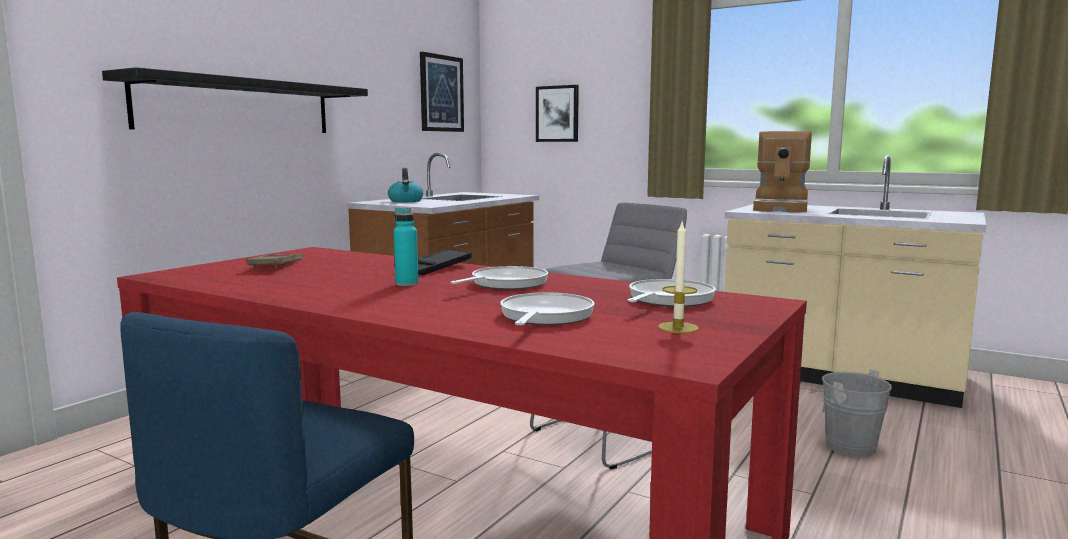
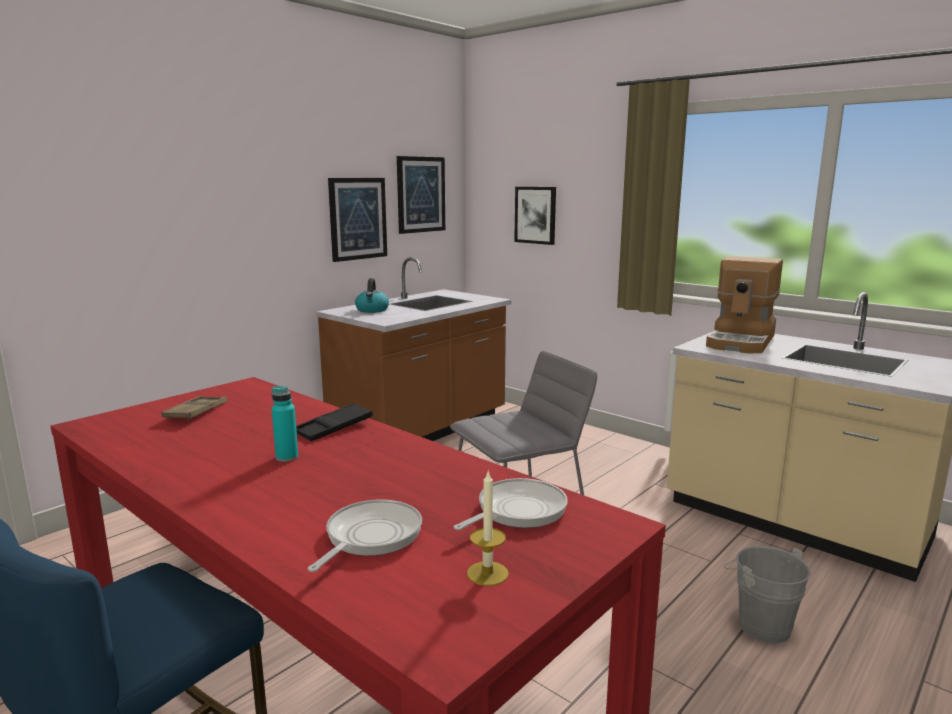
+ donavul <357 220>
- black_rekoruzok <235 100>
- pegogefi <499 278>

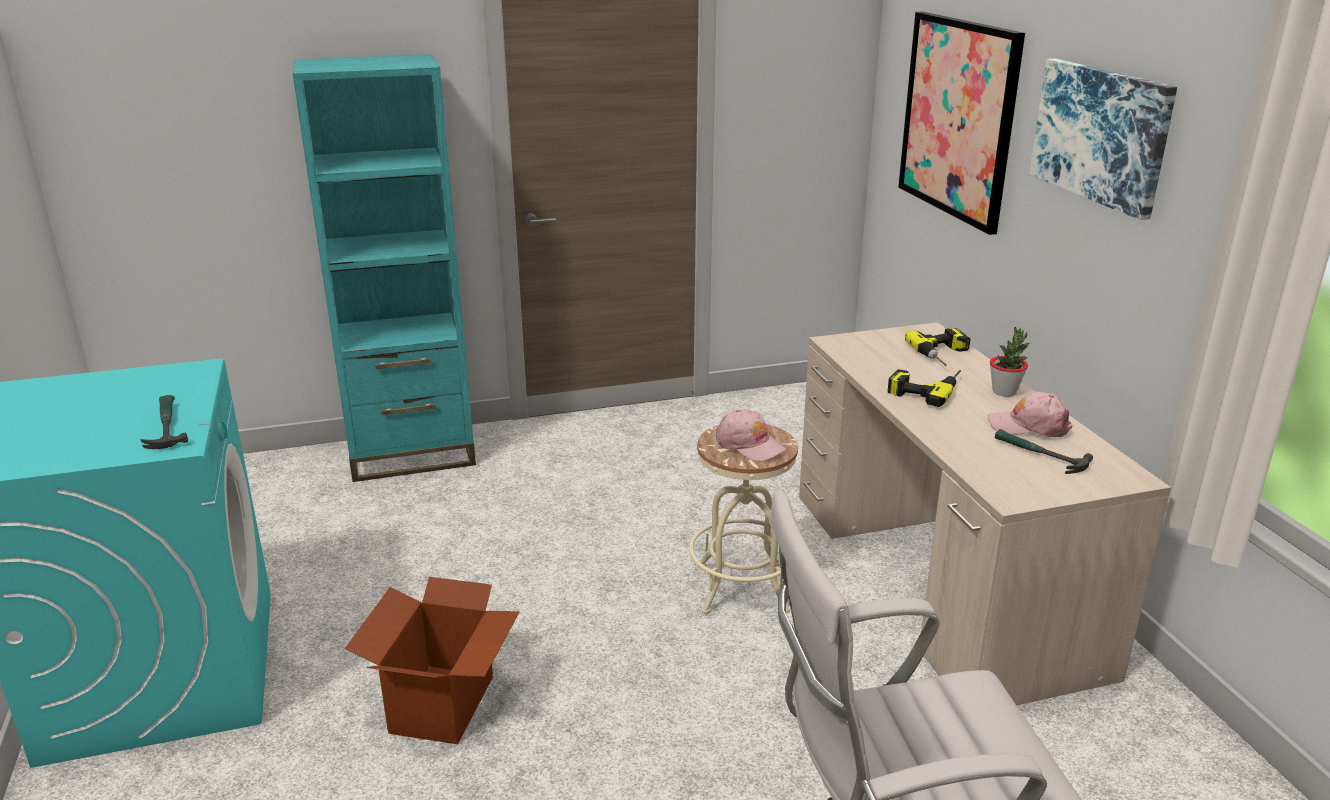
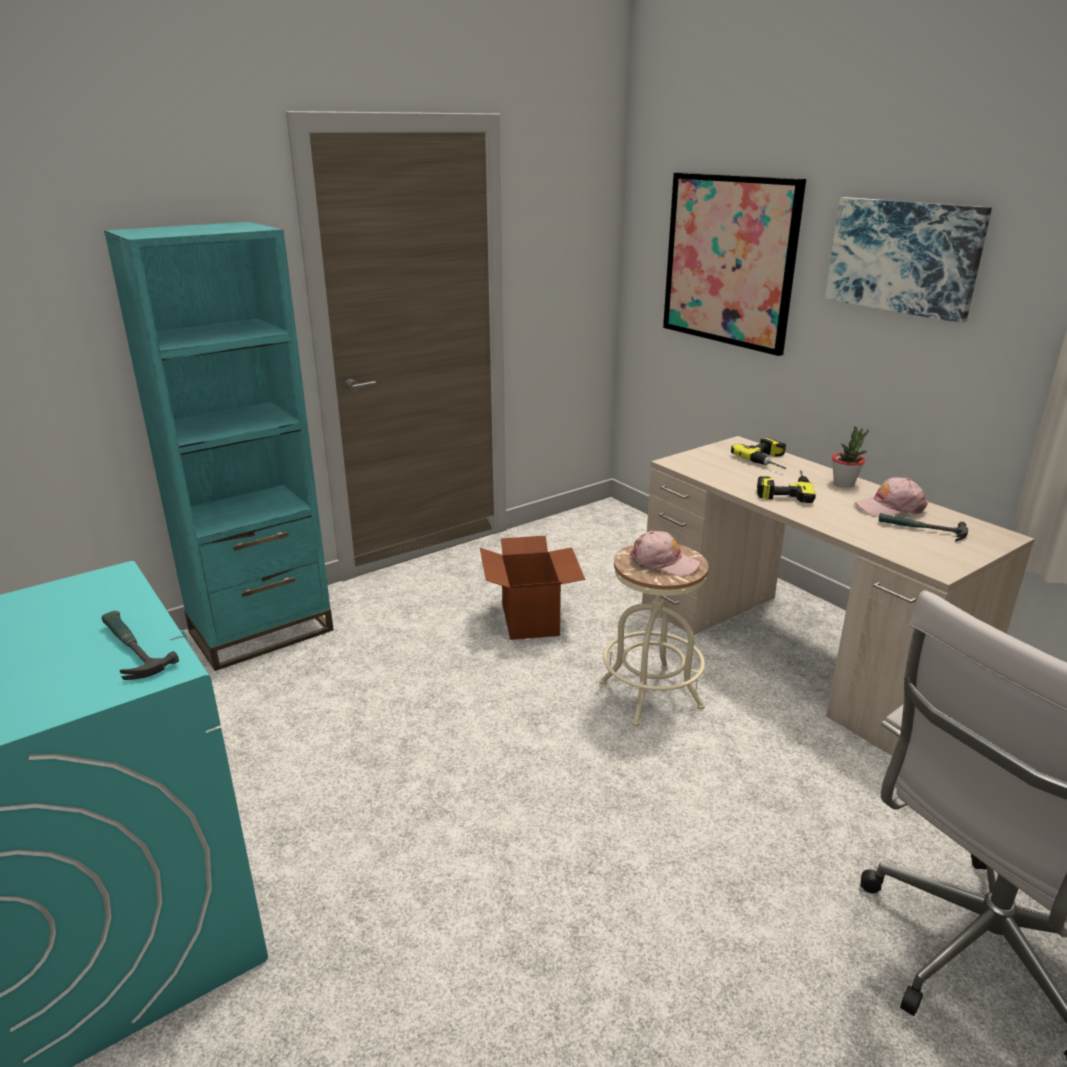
~ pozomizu <432 660> to <532 588>

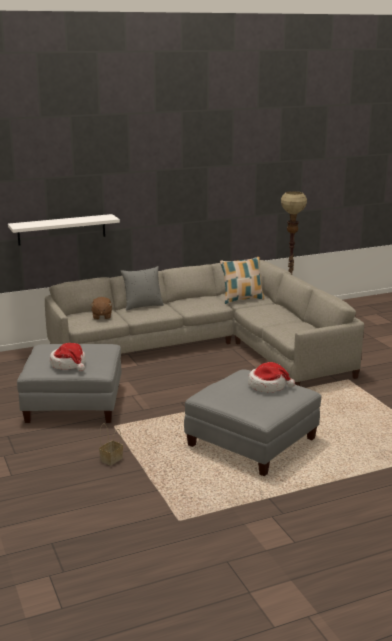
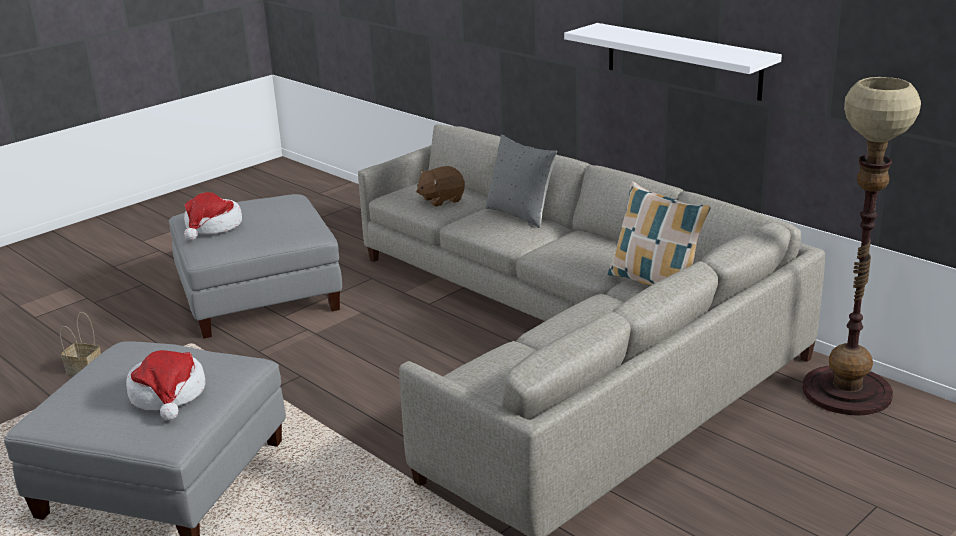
~ white_rekoruzok <64 229> to <673 62>

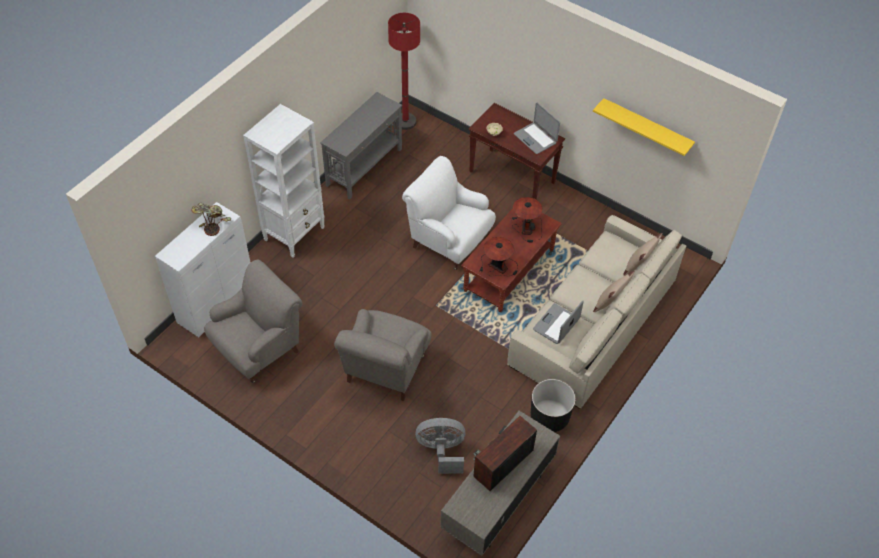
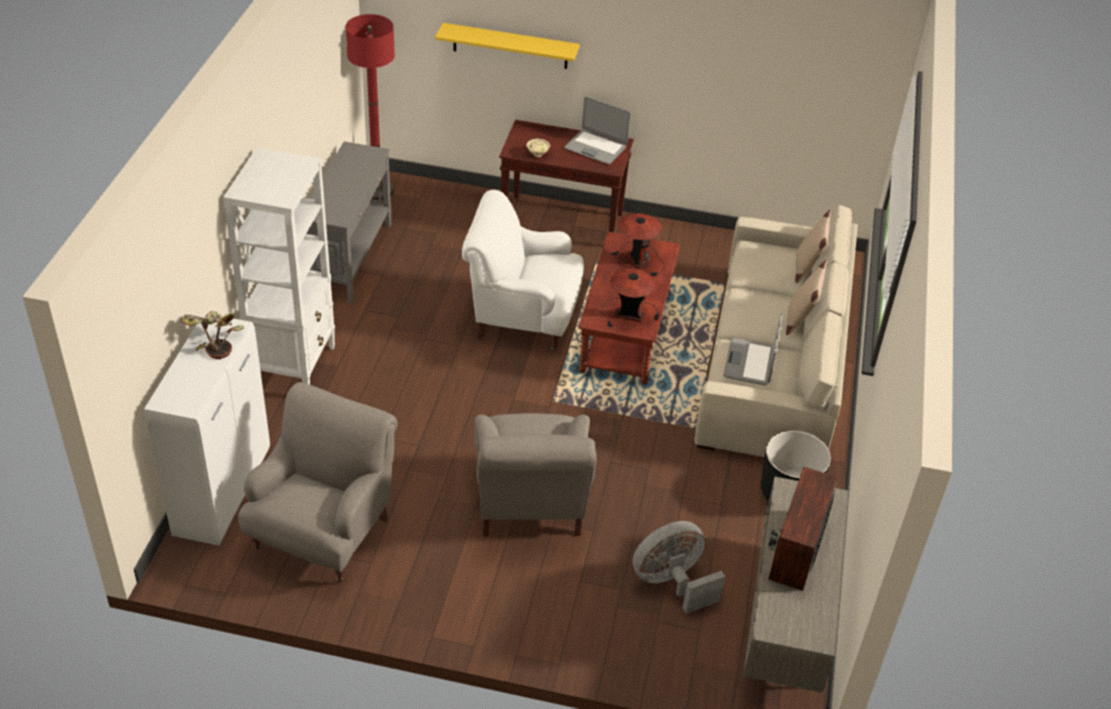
~ yellow_rekoruzok <644 127> to <507 46>

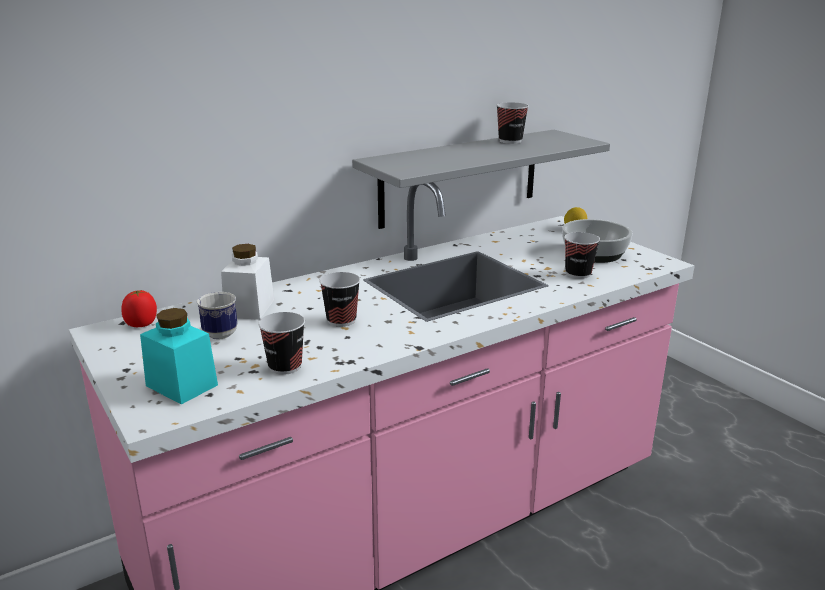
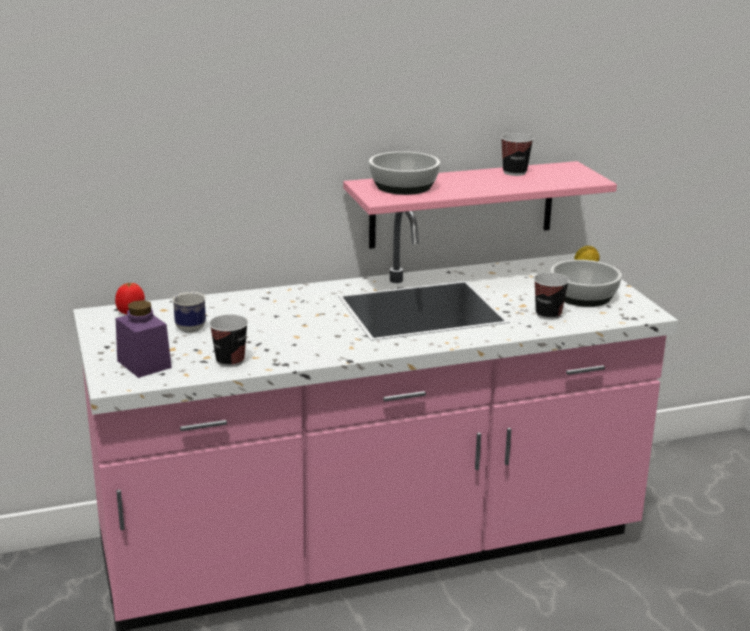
~ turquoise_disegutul <179 356> to purple_disegutul <144 339>
~ grey_rekoruzok <481 179> to pink_rekoruzok <480 205>
+ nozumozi <404 173>
- white_disegutul <247 282>
- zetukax <339 299>

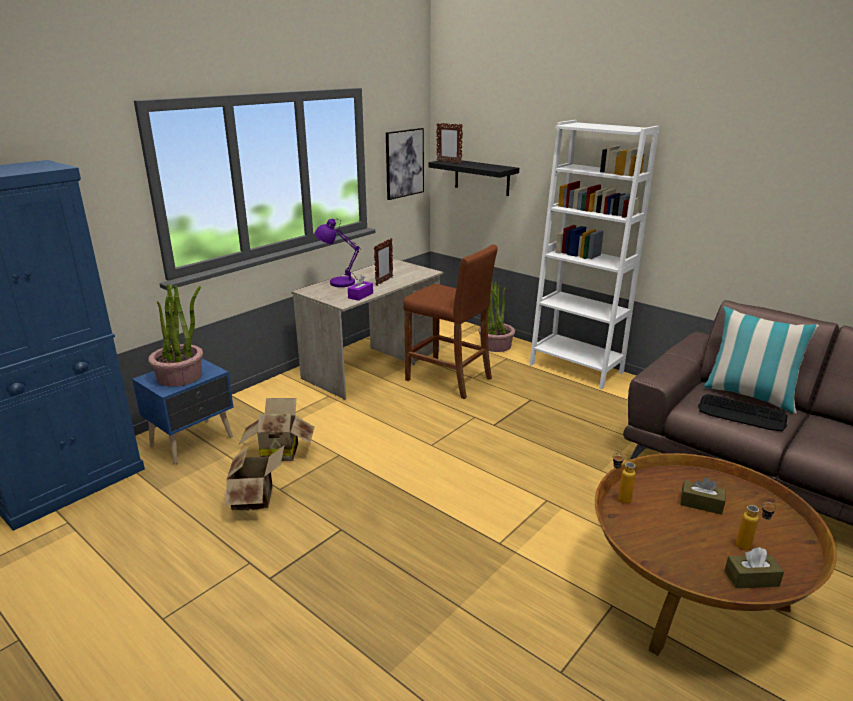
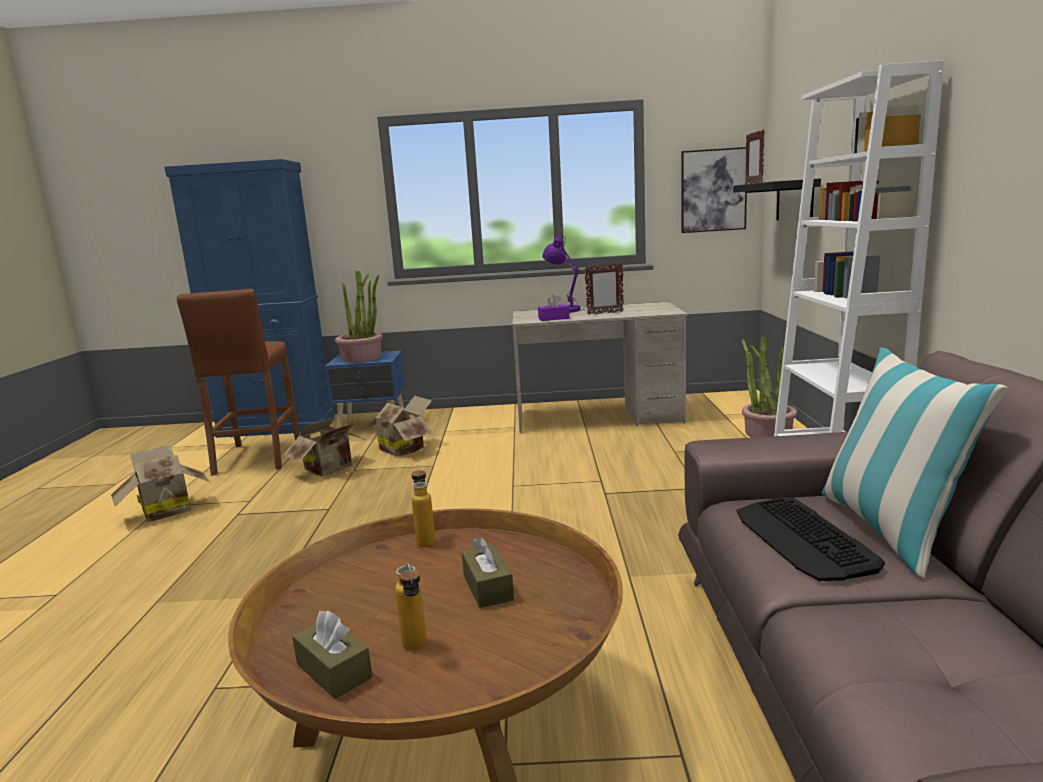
+ pozomizu <160 483>
~ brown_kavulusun <450 322> to <238 382>

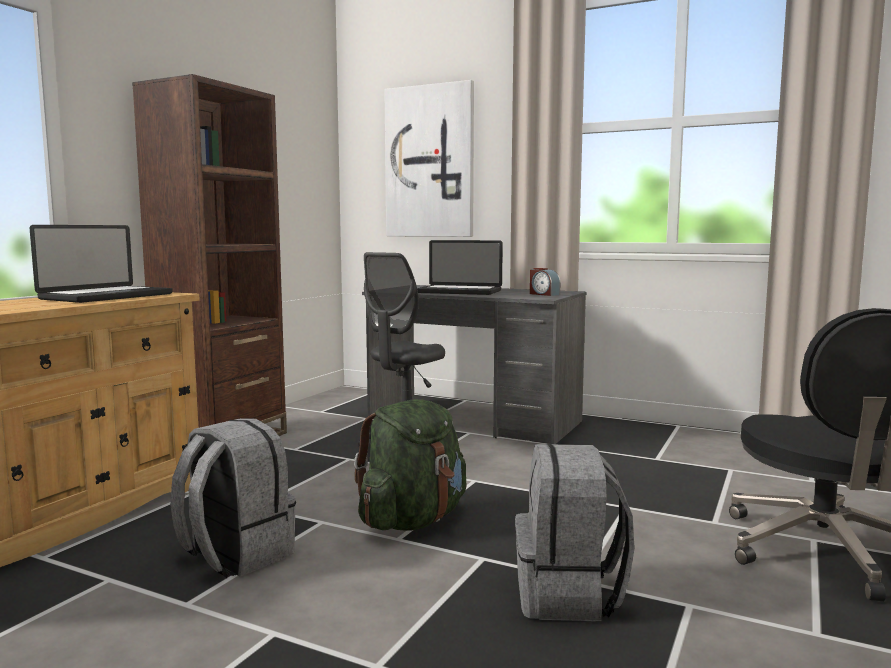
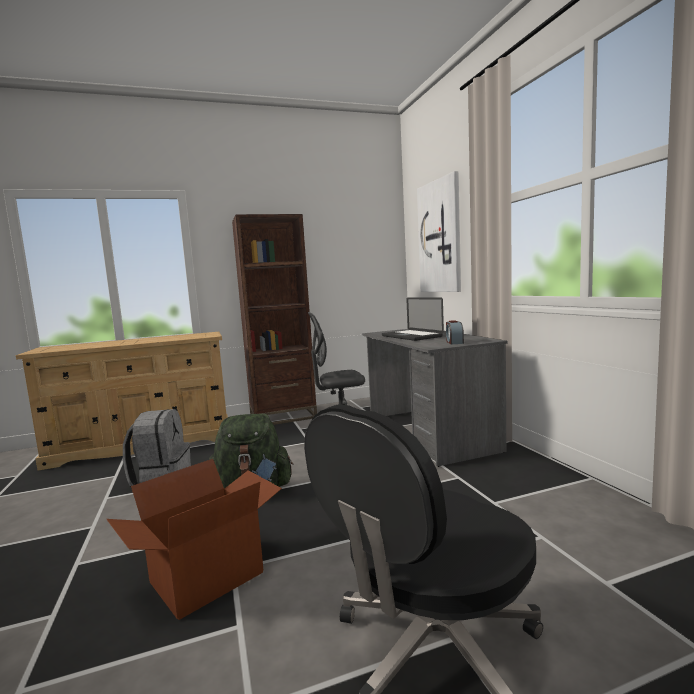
~ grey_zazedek <575 532> to pozomizu <194 539>
- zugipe <101 264>

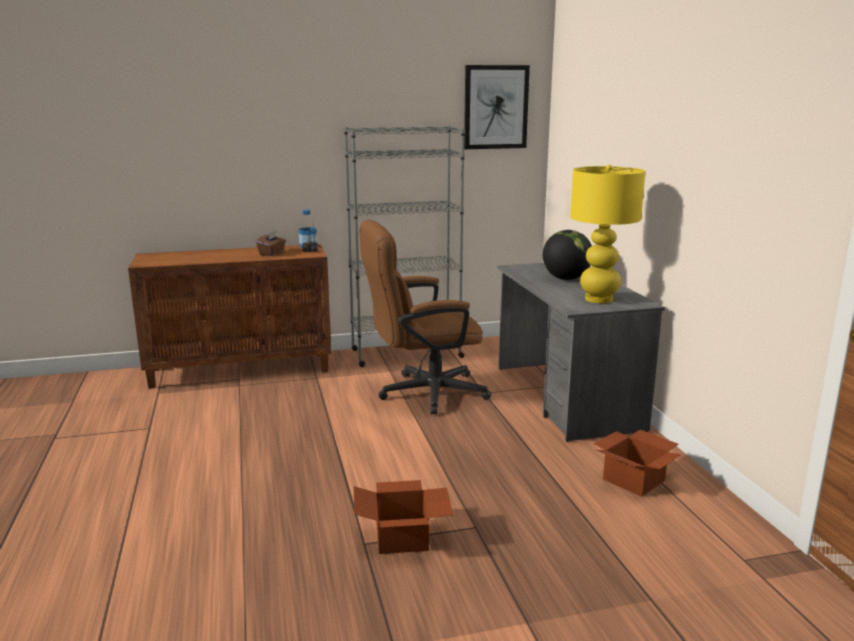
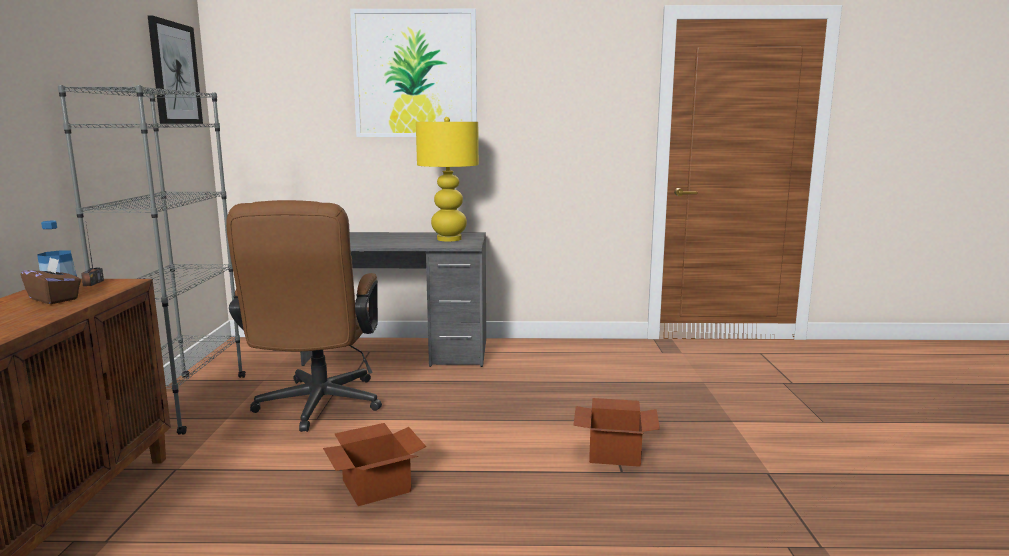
~ pozomizu <638 463> to <374 464>
+ donavul <413 73>
- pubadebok <567 255>

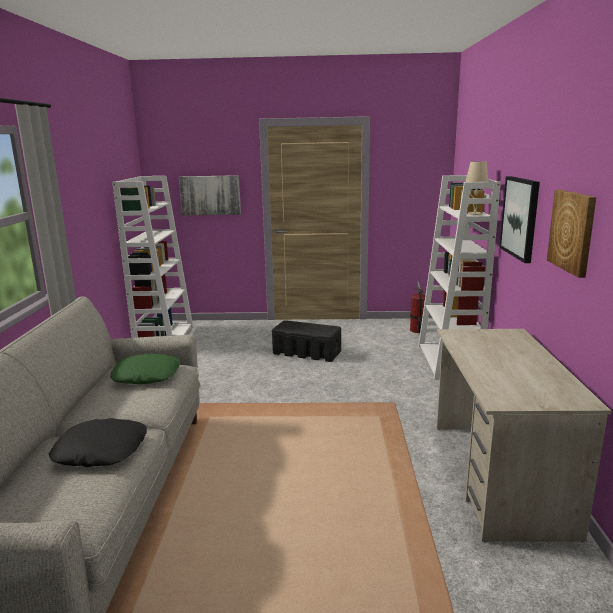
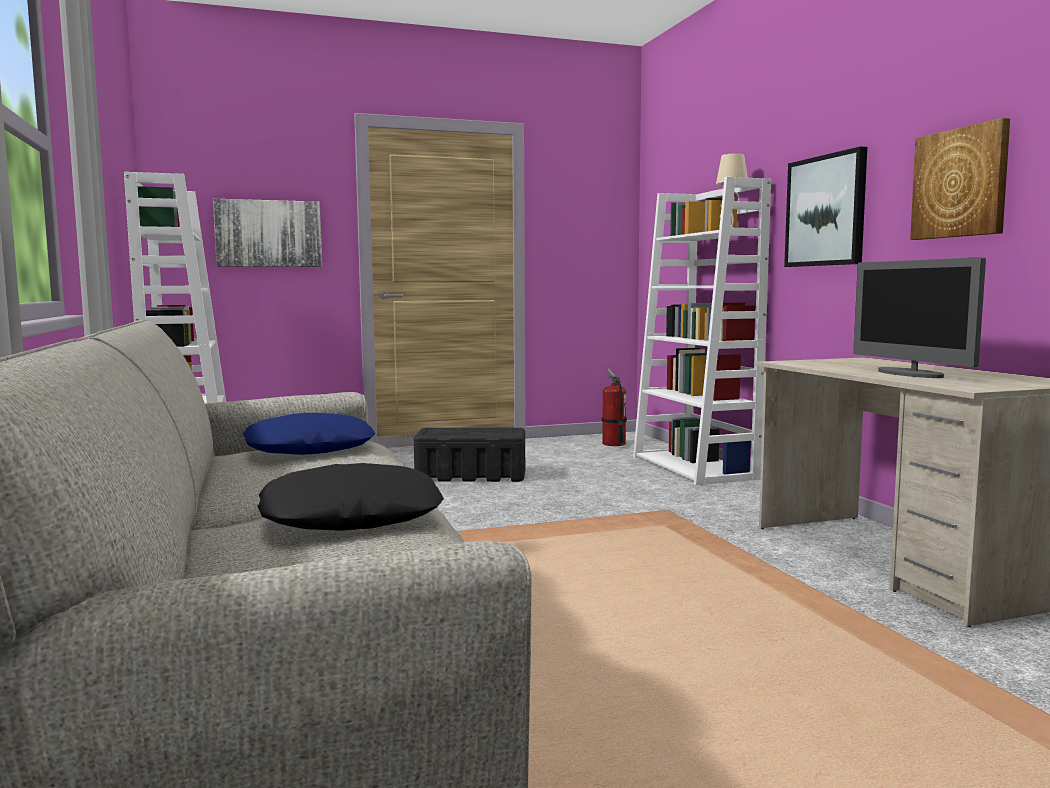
~ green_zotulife <145 369> to blue_zotulife <309 434>
+ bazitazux <919 317>

